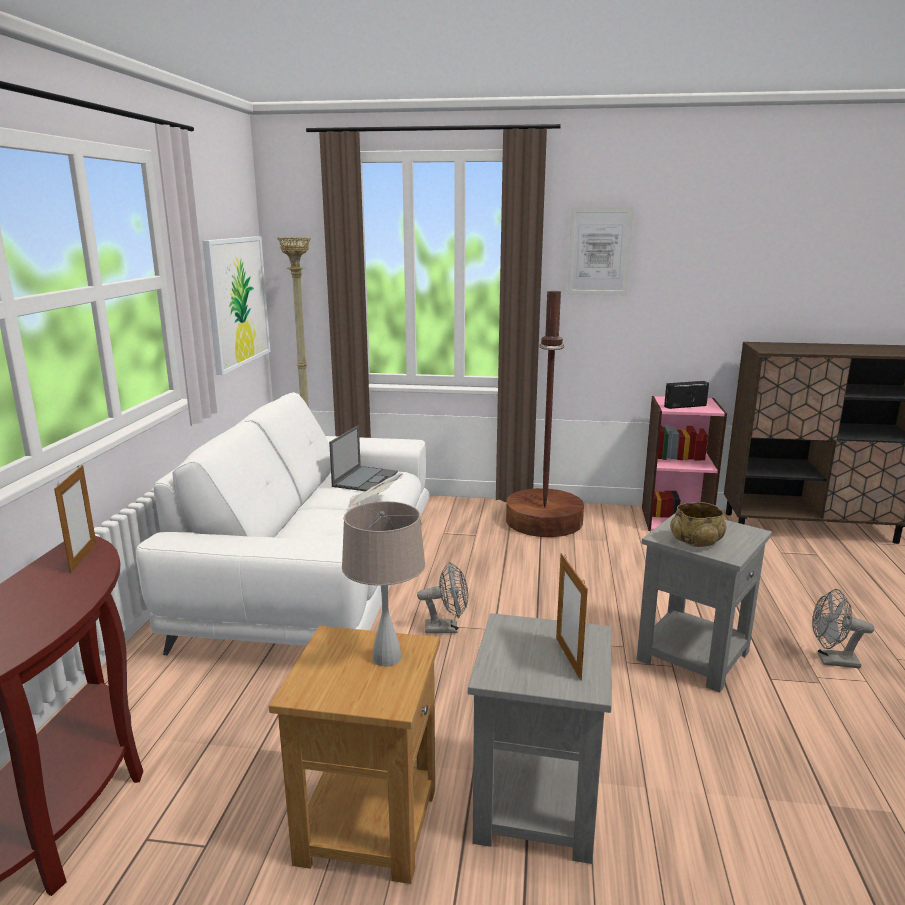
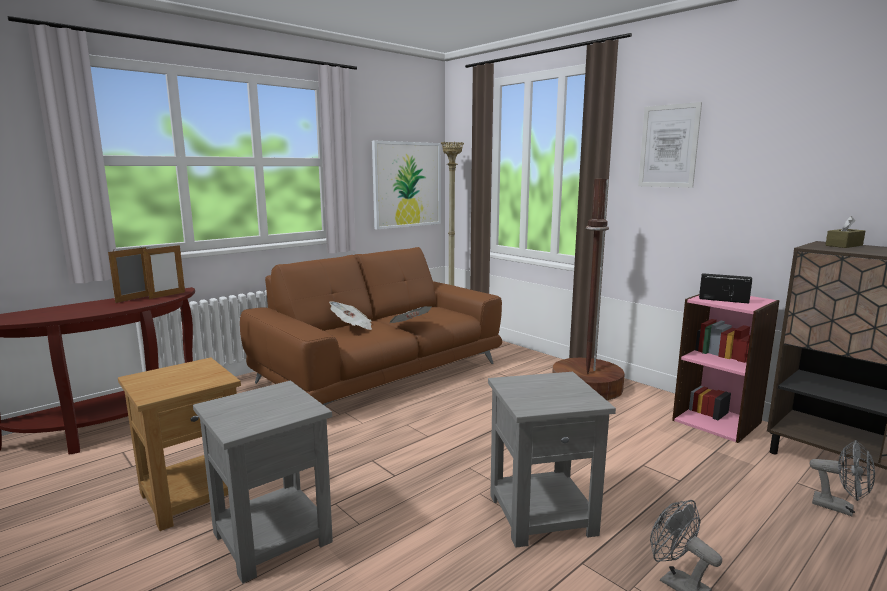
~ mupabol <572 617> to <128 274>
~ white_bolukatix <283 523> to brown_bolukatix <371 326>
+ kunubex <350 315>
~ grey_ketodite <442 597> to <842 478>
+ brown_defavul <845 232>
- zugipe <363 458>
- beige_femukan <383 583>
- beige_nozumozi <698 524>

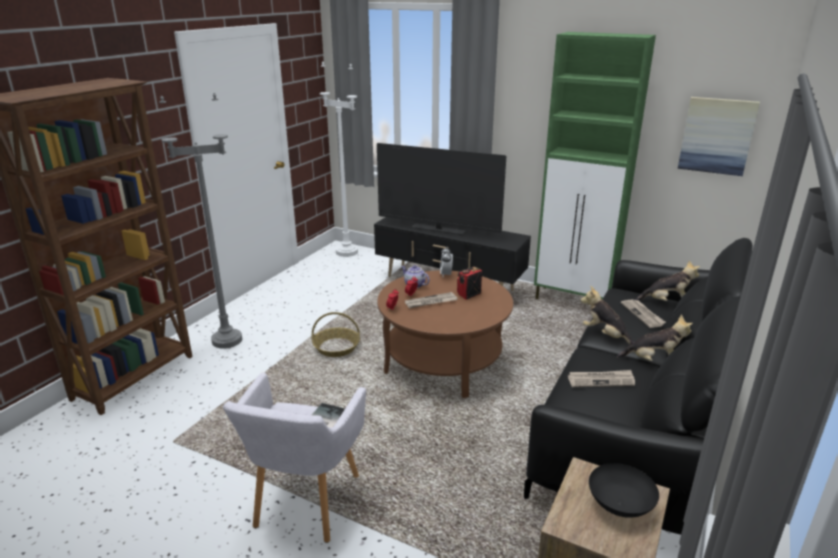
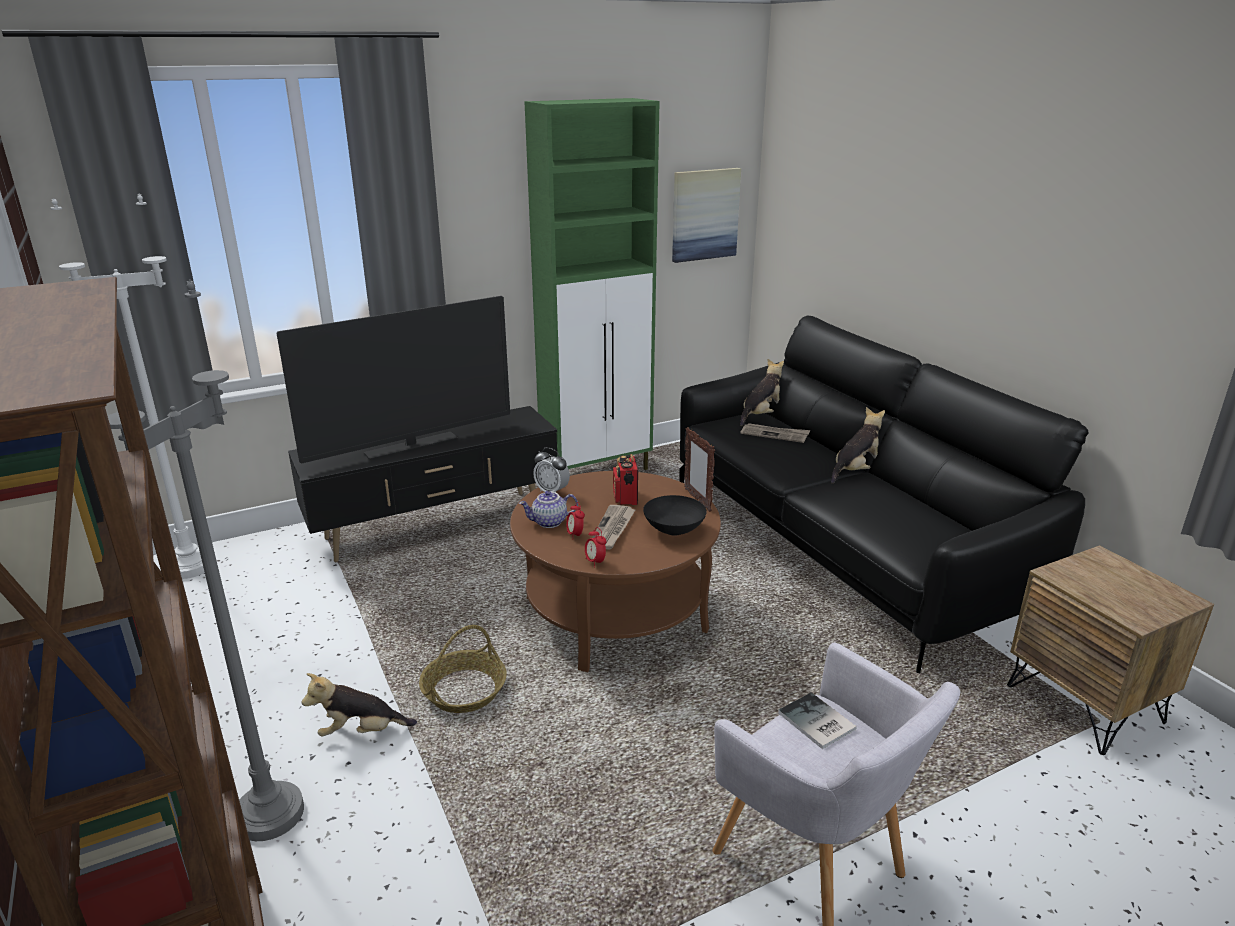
~ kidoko <607 315> to <359 705>
~ black_nozumozi <624 490> to <675 515>
+ mupabol <699 469>
- kunubex <601 378>

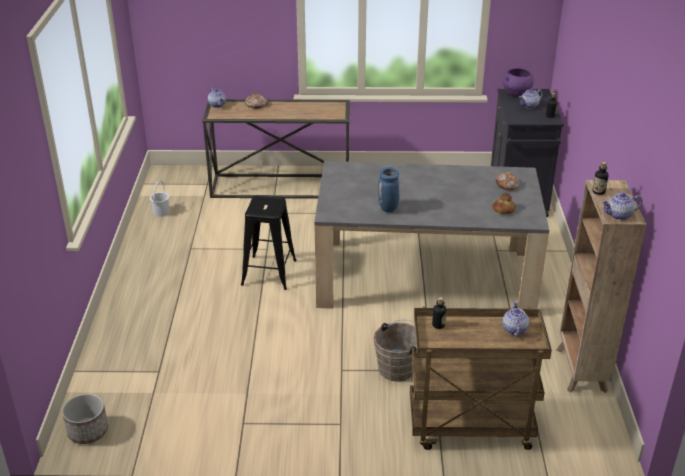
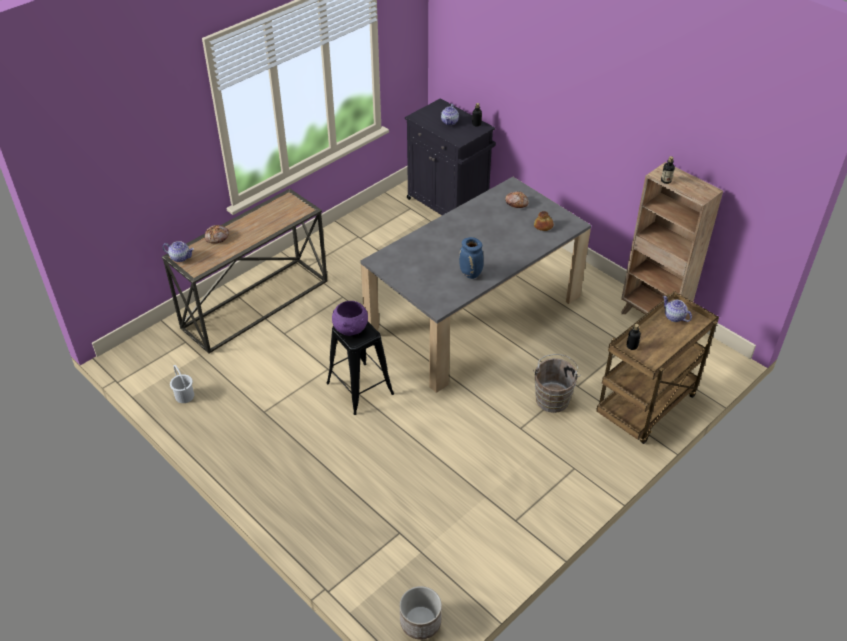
~ purple_nozumozi <518 82> to <350 318>
- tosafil <622 206>

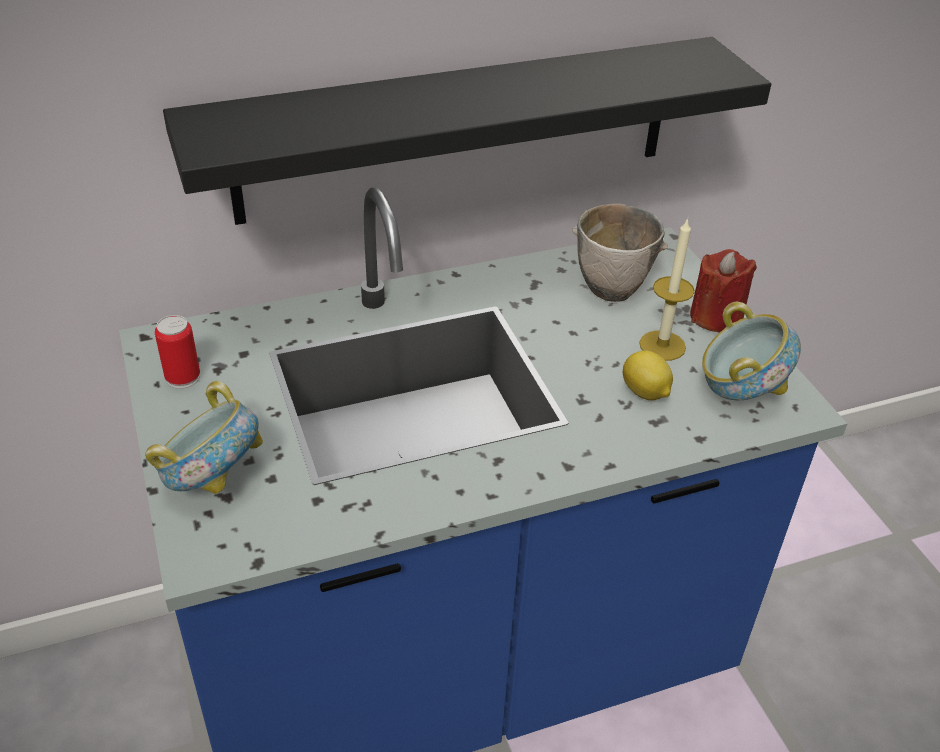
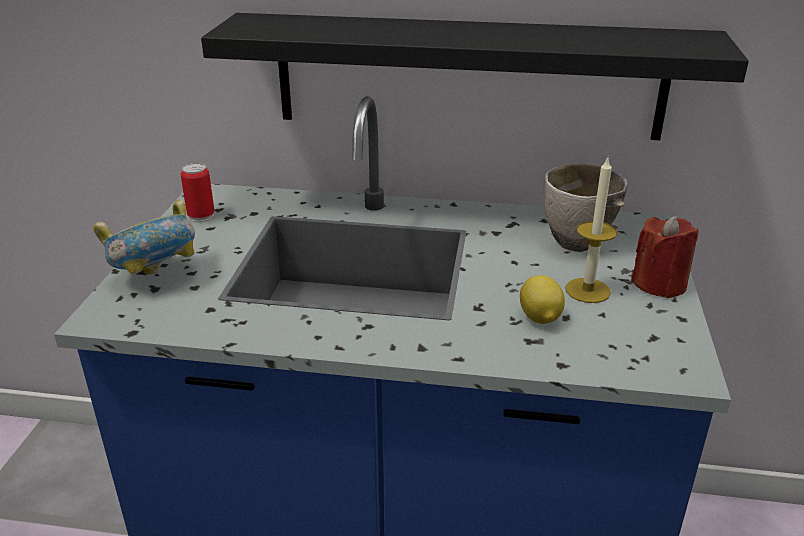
- nozumozi <751 351>

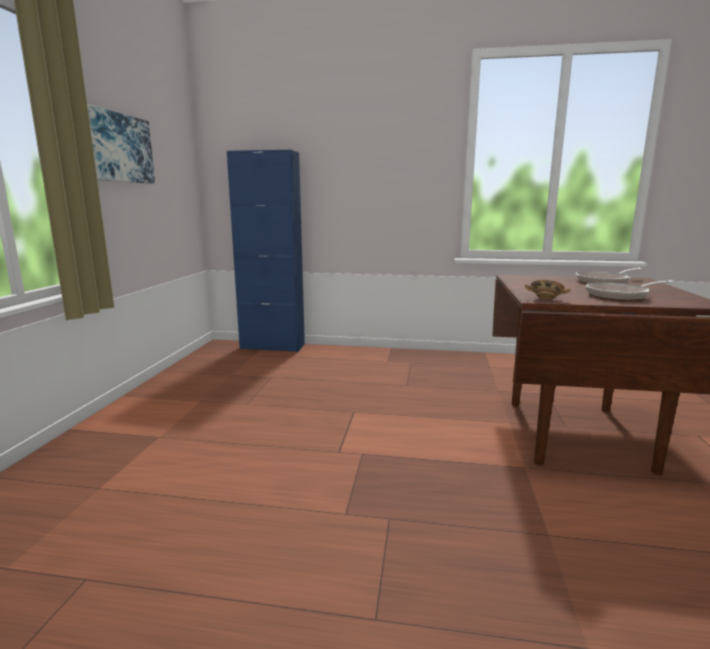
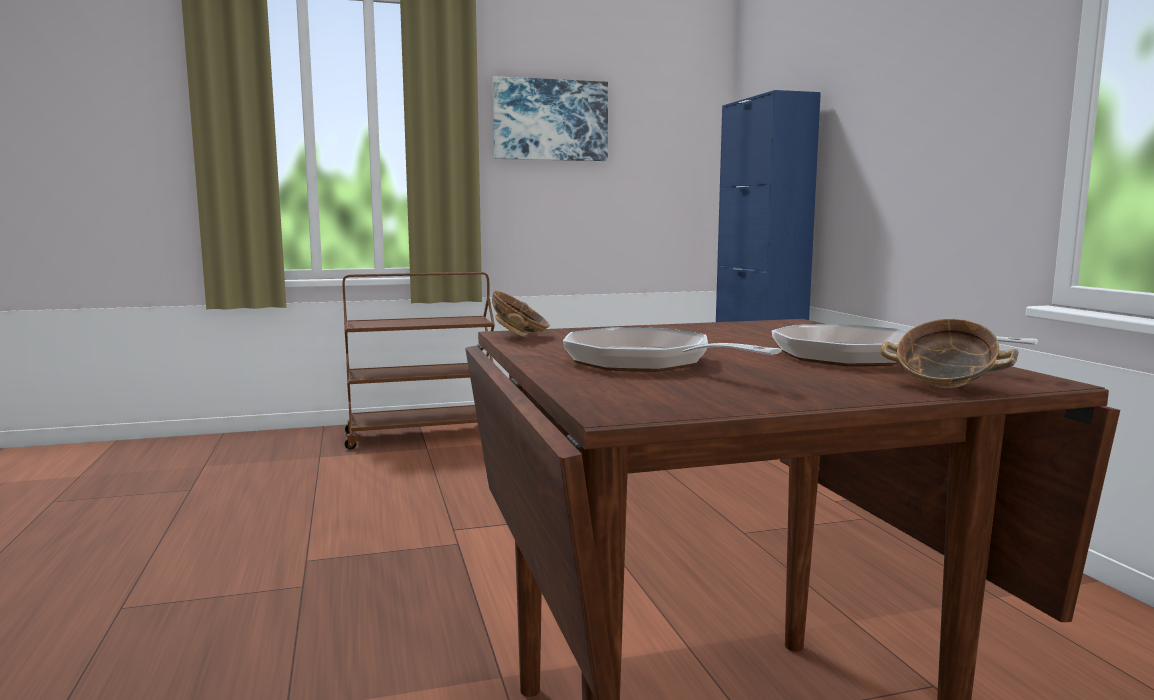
+ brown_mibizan <419 360>
+ nozumozi <949 353>

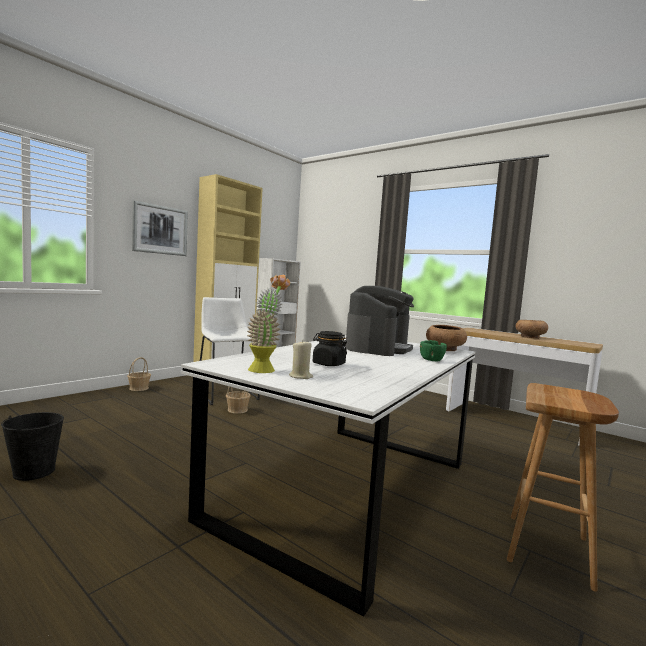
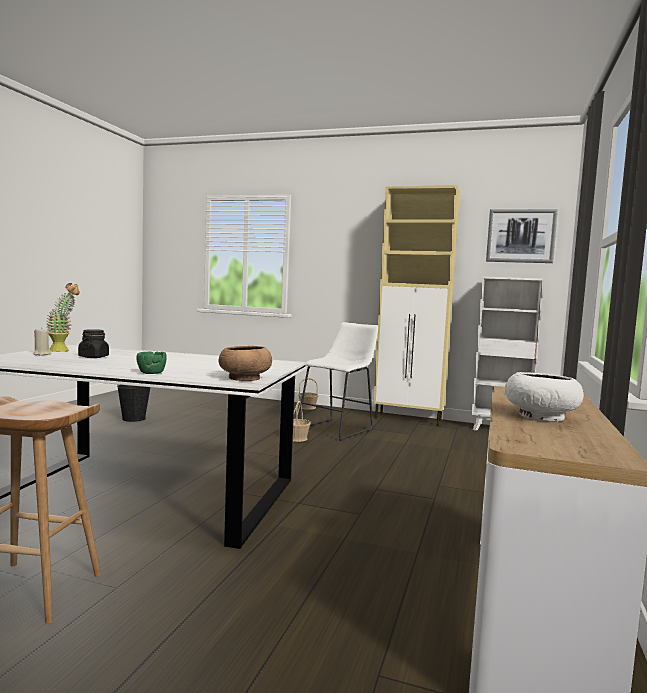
~ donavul <160 228> to <522 236>
~ brown_nozumozi <531 329> to white_nozumozi <544 397>
- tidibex <379 321>

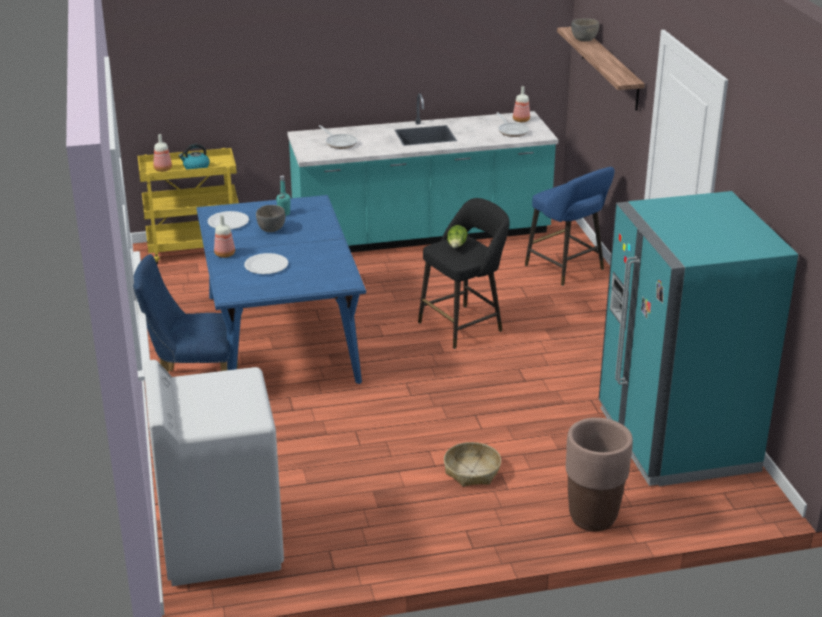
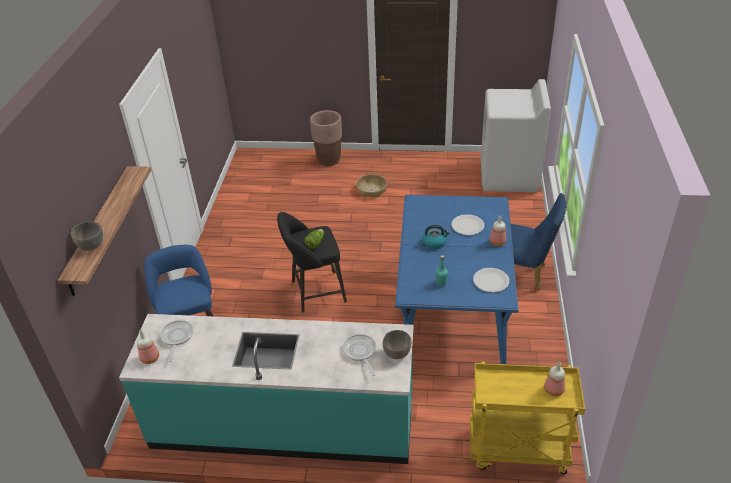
~ grey_nozumozi <270 218> to <397 344>
~ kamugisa <194 156> to <436 237>
- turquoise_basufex <698 338>

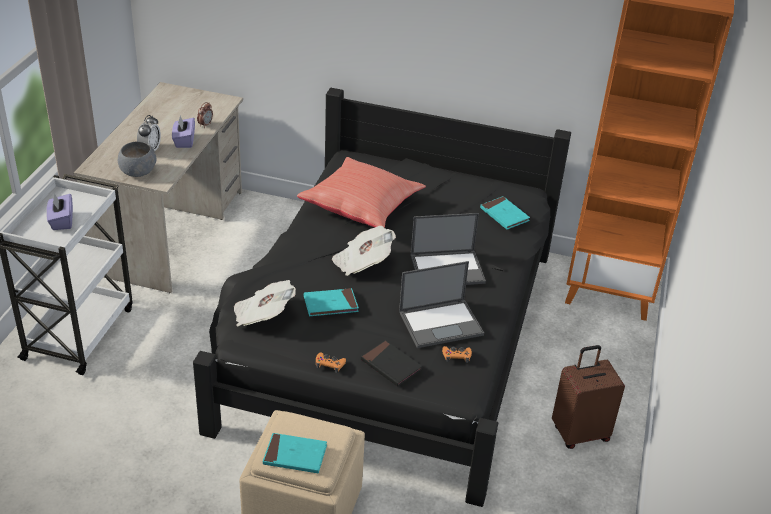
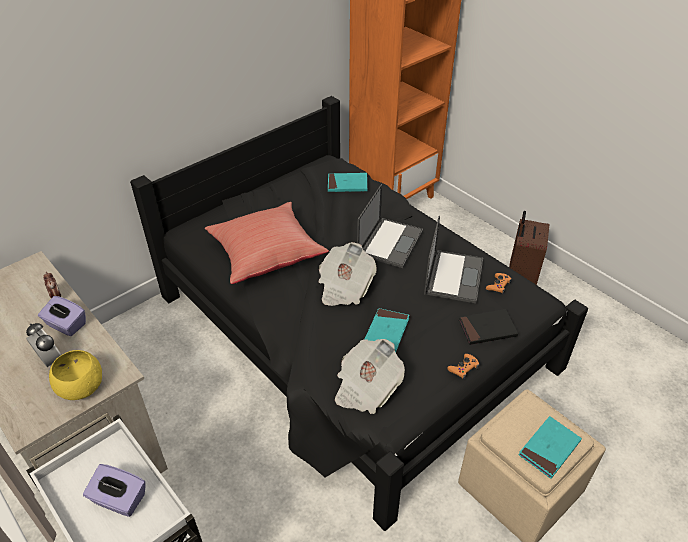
~ grey_nozumozi <137 159> to yellow_nozumozi <75 375>

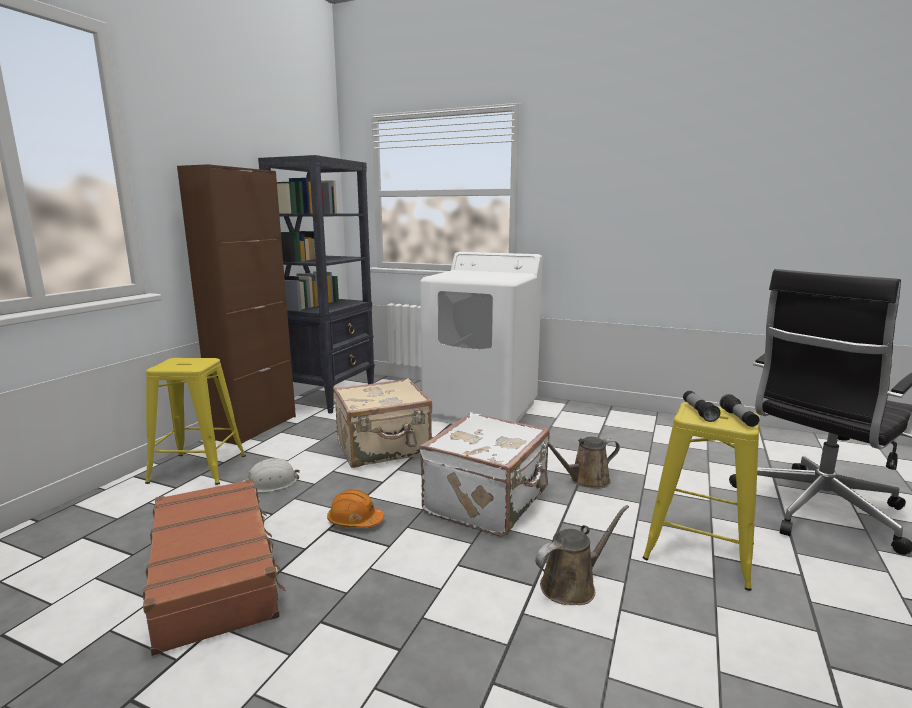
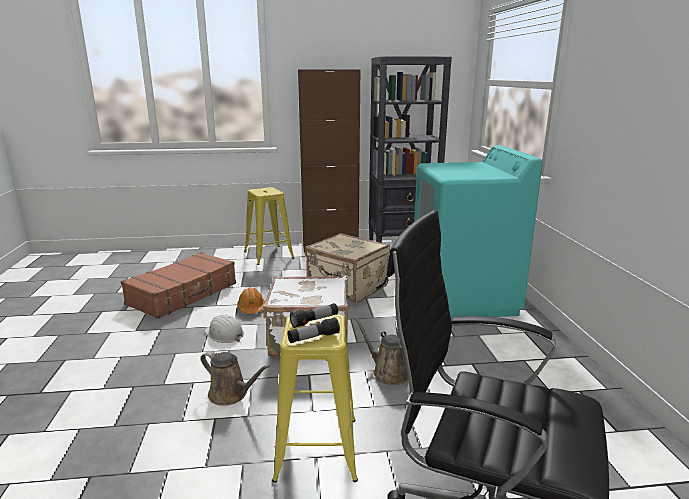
~ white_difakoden <271 475> to <224 329>
~ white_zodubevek <481 338> to turquoise_zodubevek <478 232>

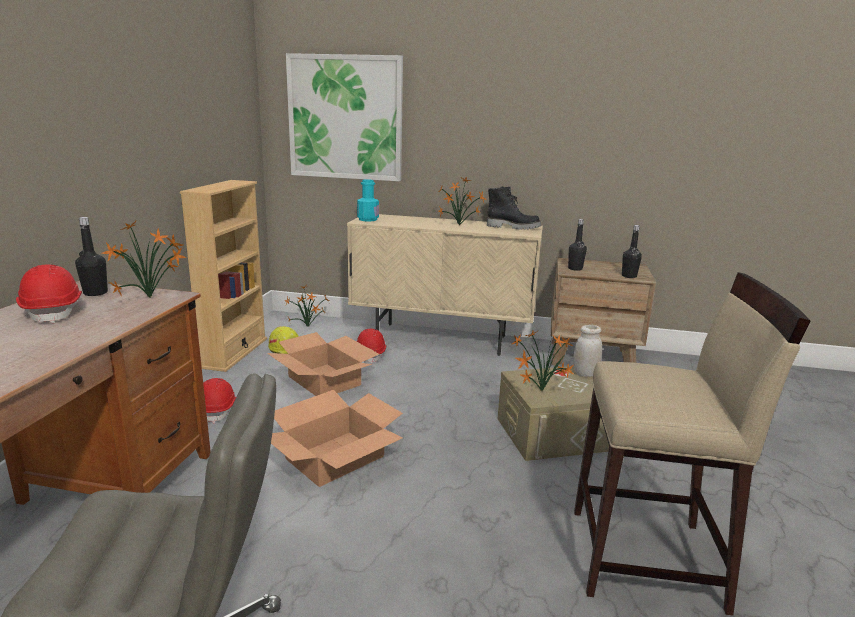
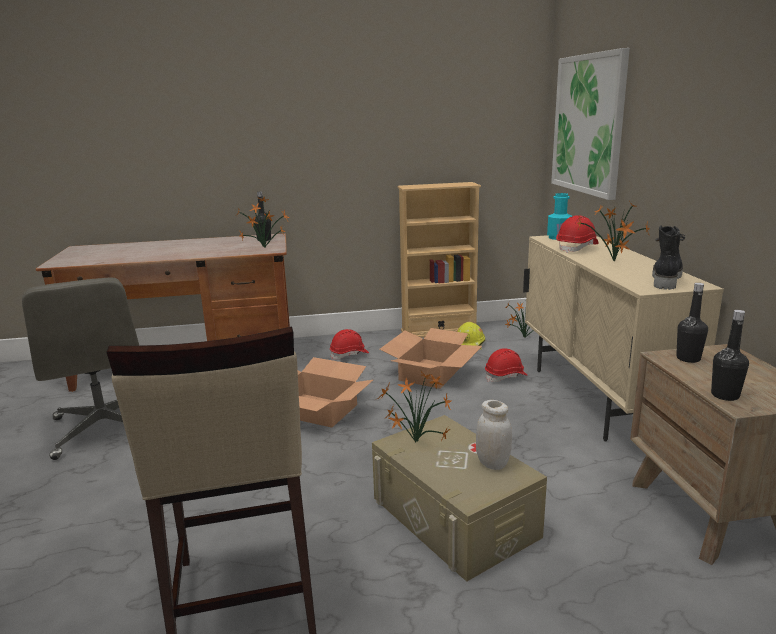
~ red_difakoden <49 294> to <577 234>
~ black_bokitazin <514 208> = <668 257> 150 degrees counterclockwise

